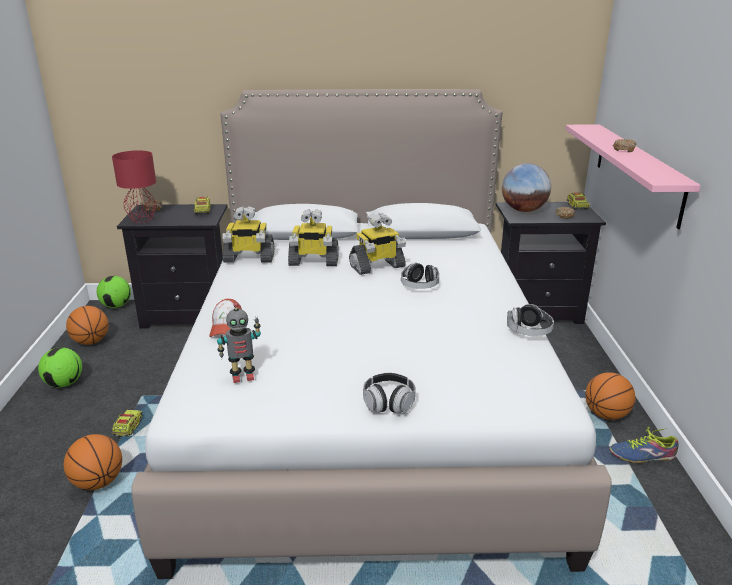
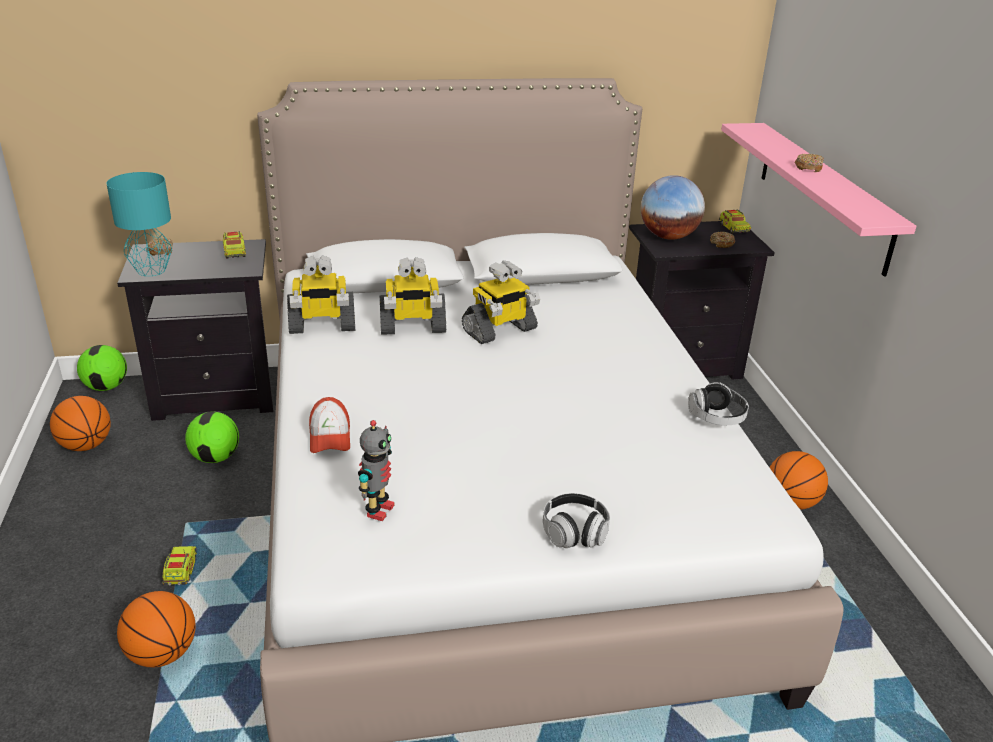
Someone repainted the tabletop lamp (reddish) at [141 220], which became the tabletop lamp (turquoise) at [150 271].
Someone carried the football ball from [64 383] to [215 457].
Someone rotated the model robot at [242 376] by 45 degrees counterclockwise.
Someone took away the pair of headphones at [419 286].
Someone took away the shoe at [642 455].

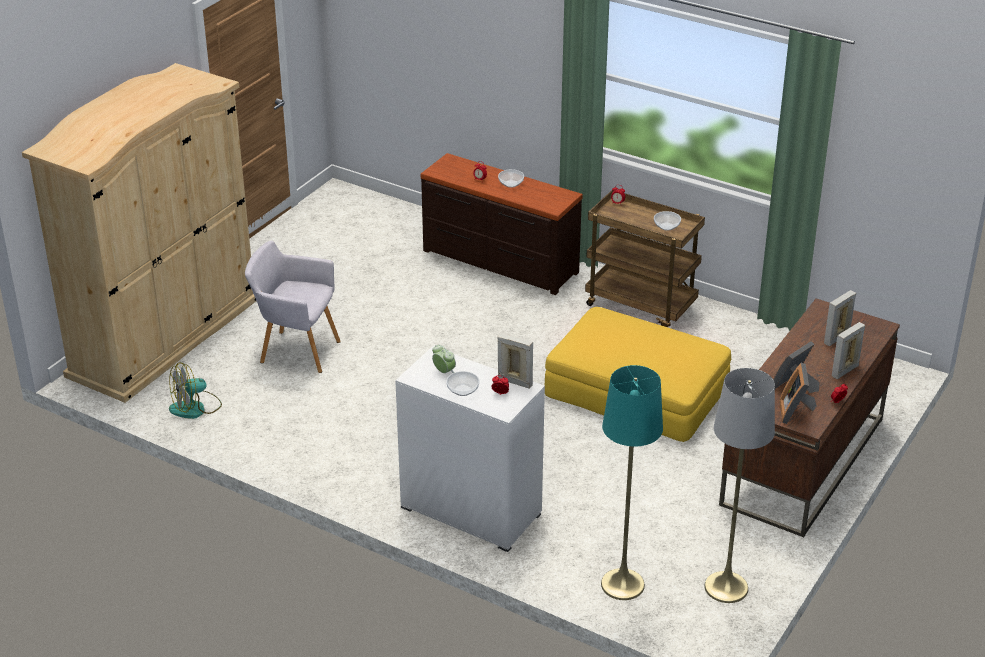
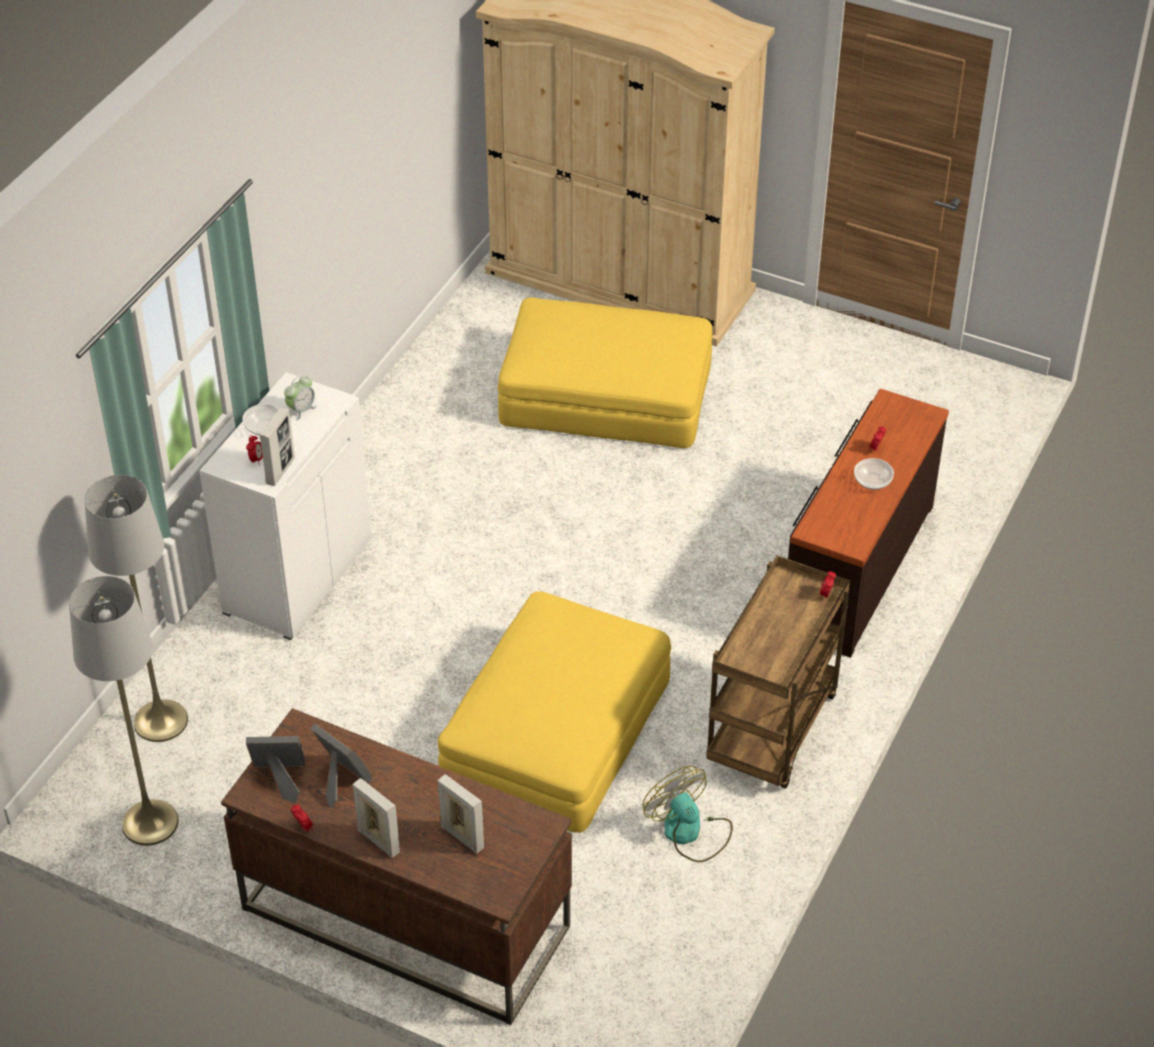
Someone repainted the standard lamp (turquoise) at [622 584], which became the standard lamp (grey) at [160 721].
Someone swapped the armchair (grey) at [296 350] for the pouffe (yellowish) at [606 392].
Someone carried the electric fan from [195 408] to [689 832].
Someone took away the serving bowl at [666 226].

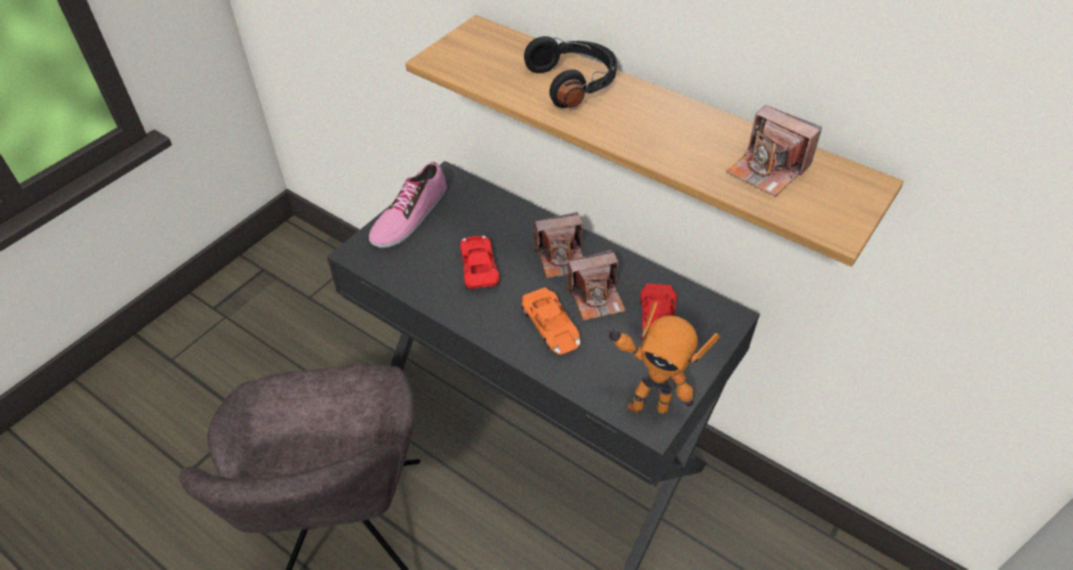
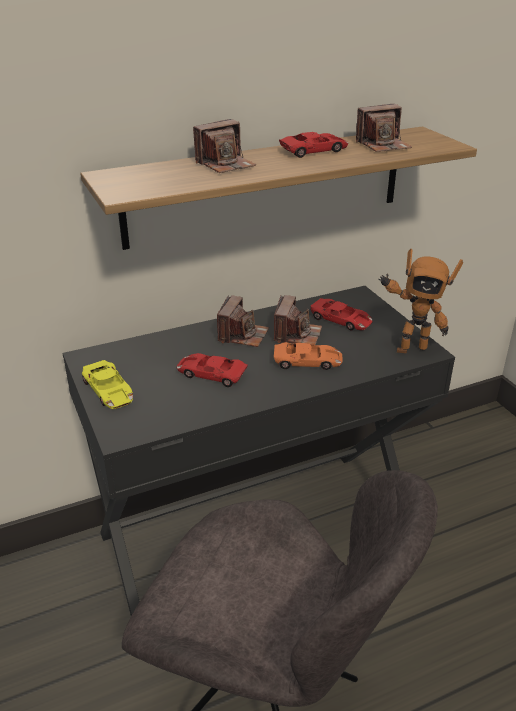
Someone swapped the shoe at [409 216] for the model car (yellowish) at [109 391].
Someone swapped the pair of headphones (black-coloured) at [574 83] for the photo camera at [225 164].
Someone put down the model car (reddish) at [314 150].
Someone rotated the model robot at [647 404] by 45 degrees clockwise.

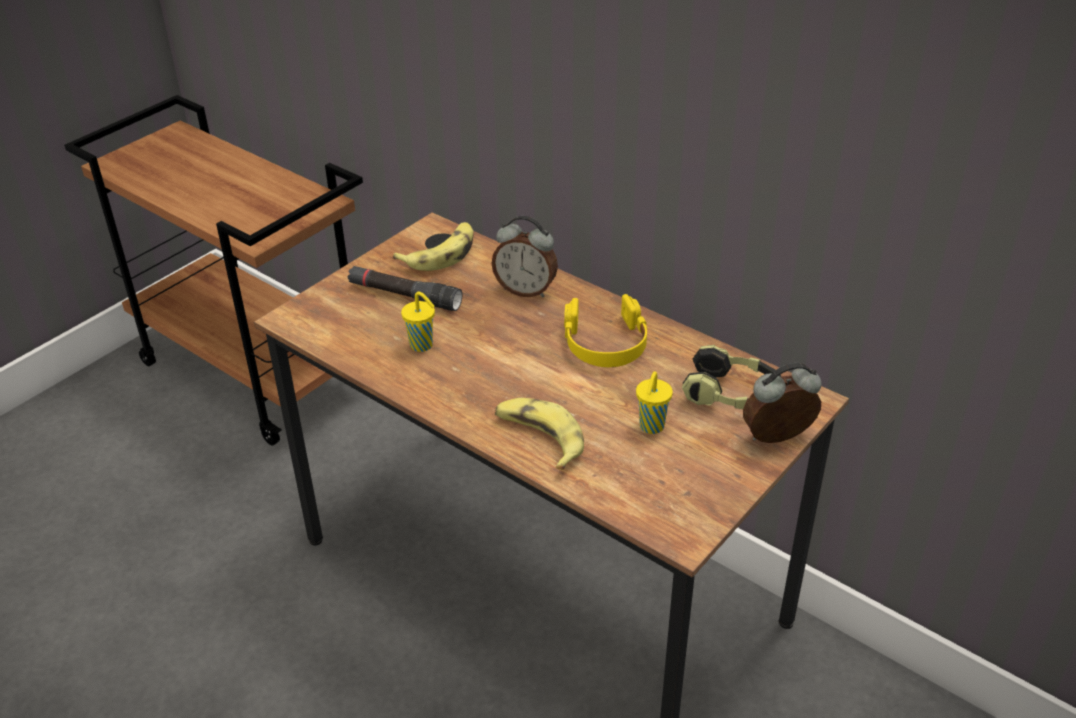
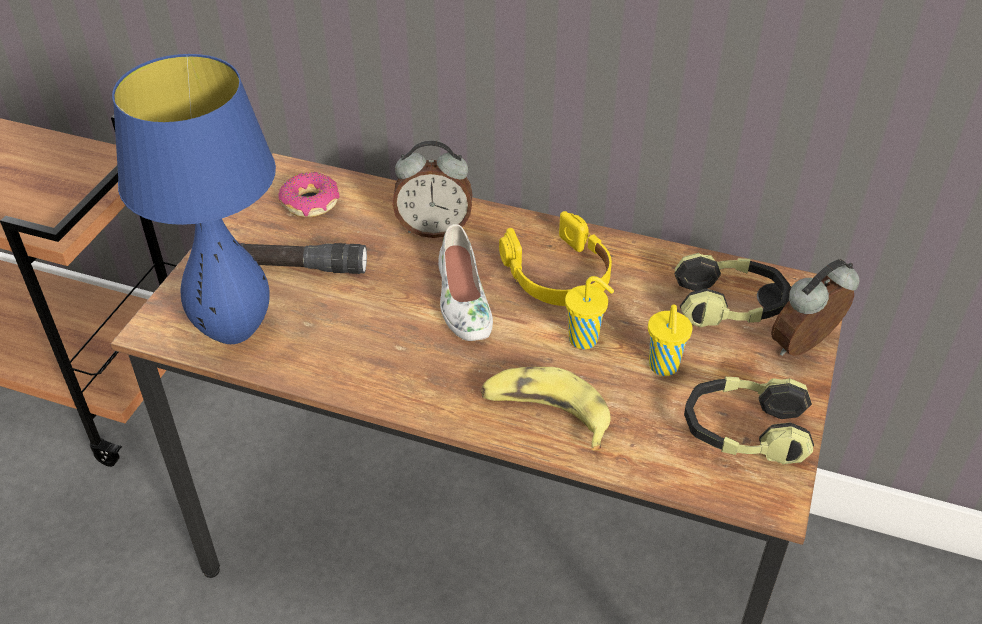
Someone put down the tabletop lamp (blue) at [234 330].
Someone swapped the banana at [441 254] for the doughnut at [310 204].
Someone put down the shoe (white) at [462 300].
Someone carried the cup (yellowish) from [422 345] to [585 339].
Someone put down the pair of headphones at [744 433].

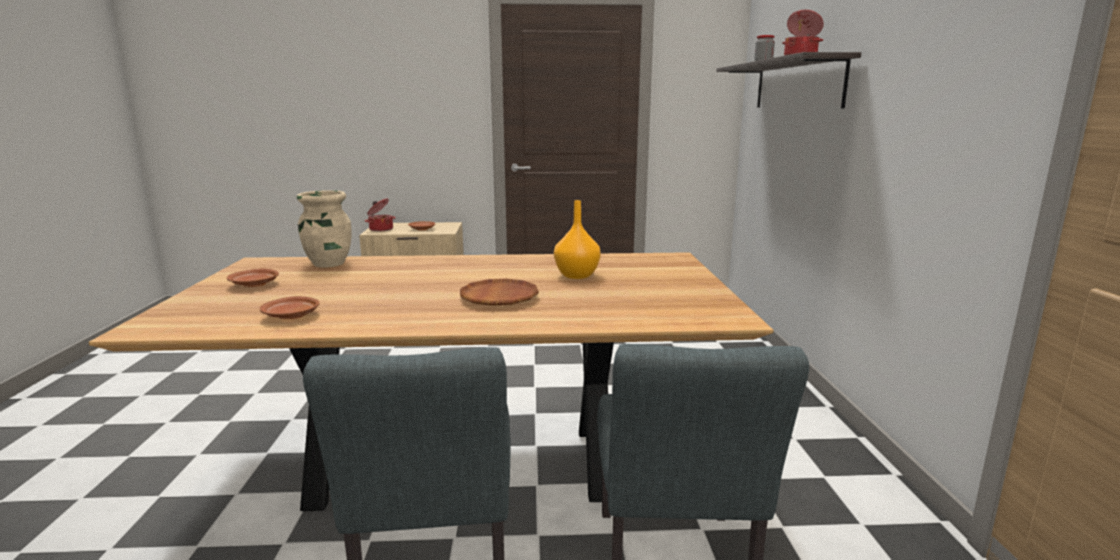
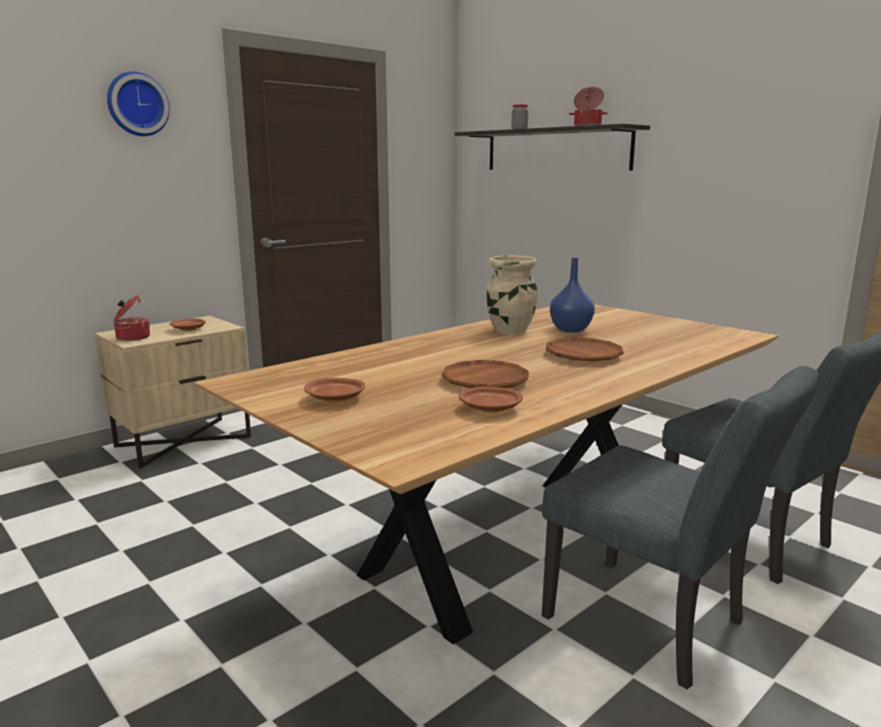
Someone put up the wall clock at [136 104].
Someone put down the dinner plate (brownish) at [485 381].
Someone carried the vase (sand-coloured) from [328 263] to [509 331].
Someone repainted the vase (orange-coloured) at [575 275], which became the vase (blue) at [570 330].

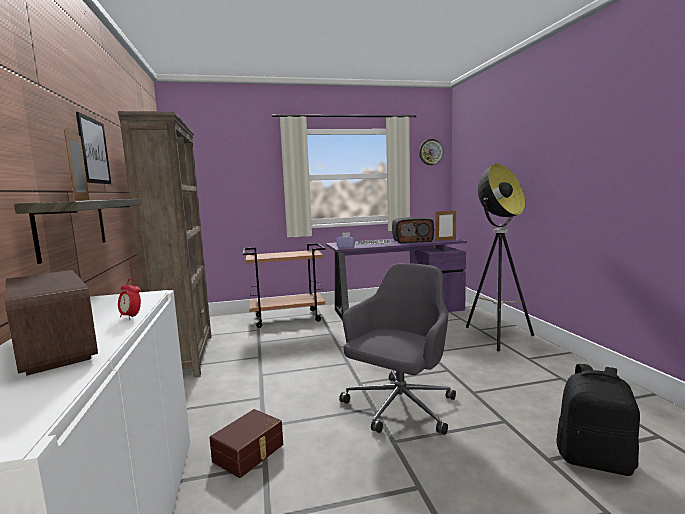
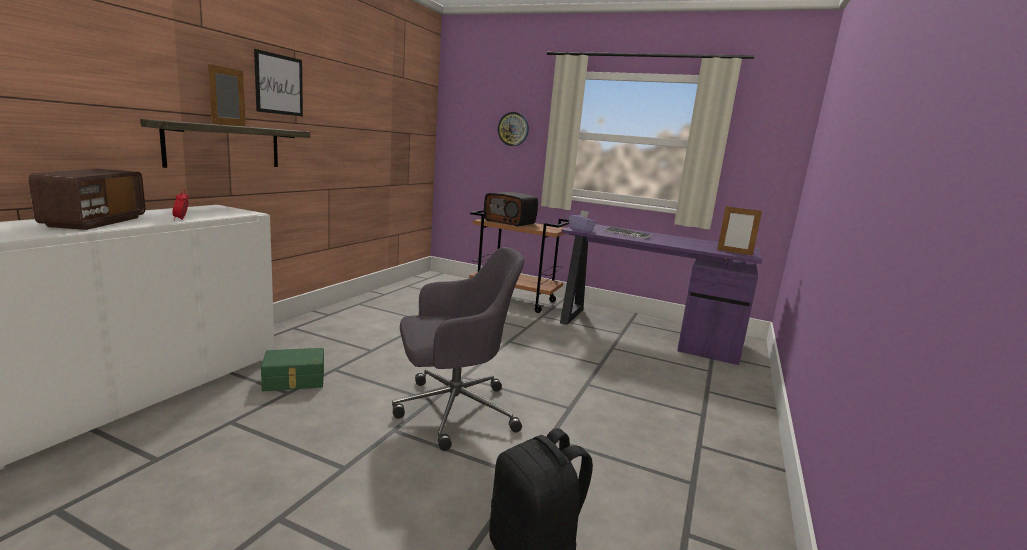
Someone repainted the storage box (brownish) at [249 453], which became the storage box (green-coloured) at [294 381].
Someone carried the radio from [412 241] to [510 222].
Someone carried the wall clock from [430 152] to [513 129].
Someone took away the bookcase (brownish) at [186 356].
Someone took away the standard lamp at [496 337].

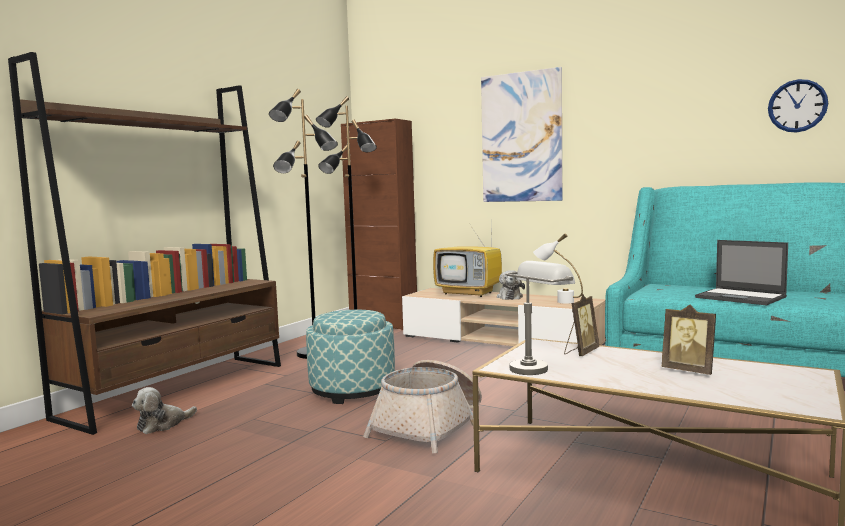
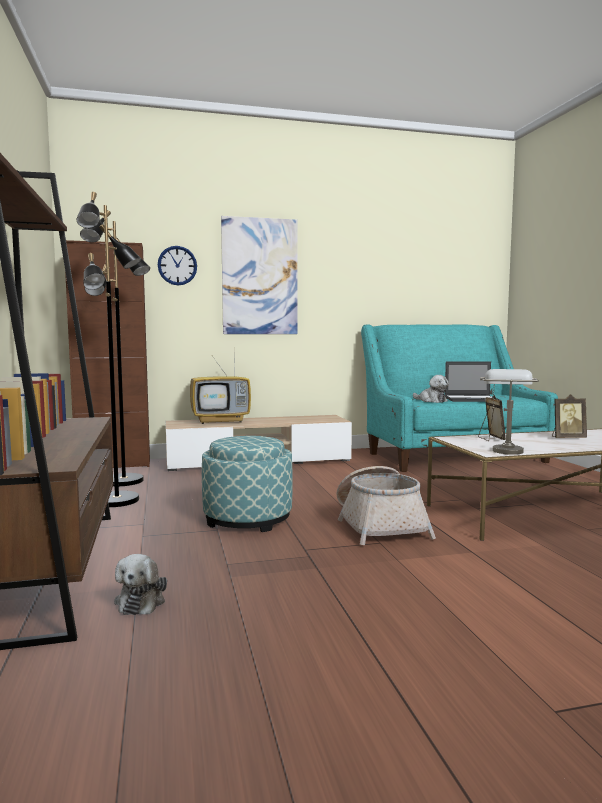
Someone carried the wall clock from [797 106] to [177 265].
Someone carried the soft toy from [509 297] to [431 401].
Someone took away the tabletop lamp (white) at [558 301].

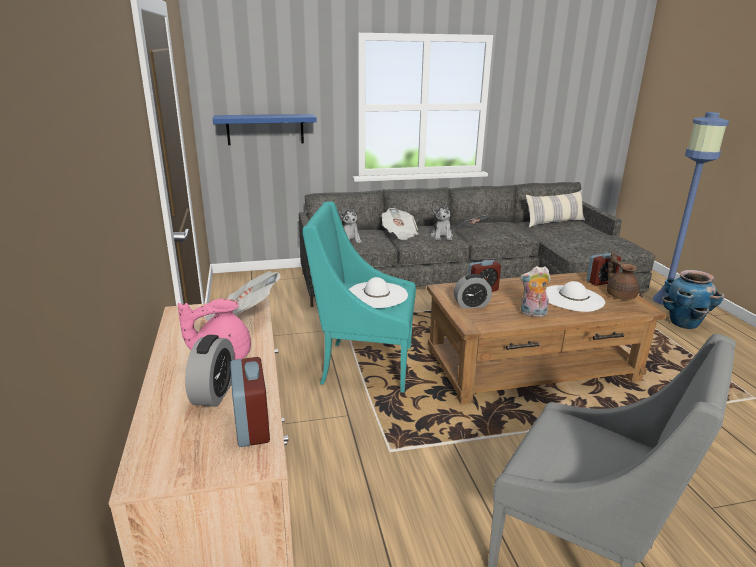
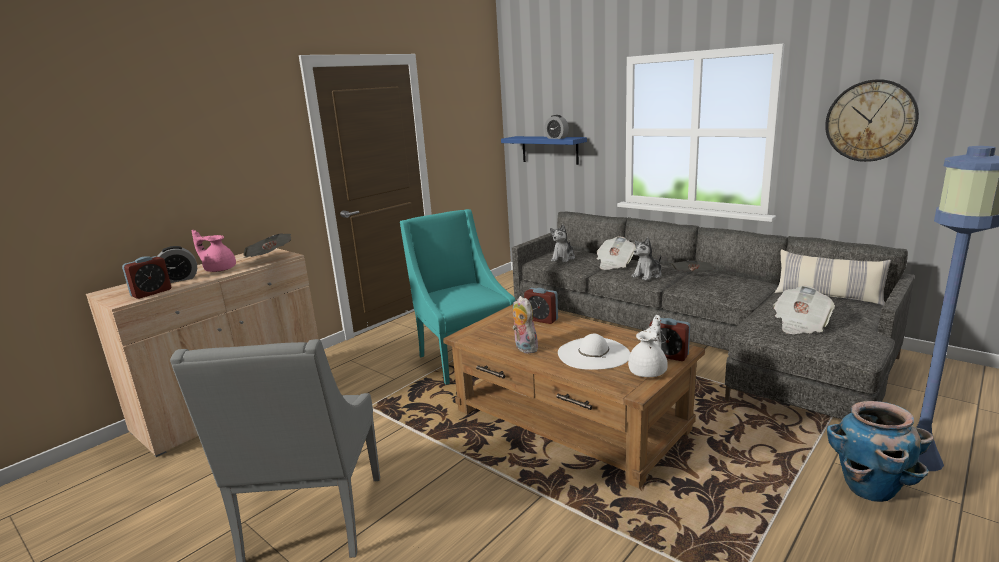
Someone carried the table clock from [471 305] to [556 138].
Someone repainted the pot for tea (brownish) at [620 295], which became the pot for tea (white) at [648 371].
Someone put down the printed paper at [800 324].
Someone put up the wall clock at [870 121].
Someone took away the clothing hat (white) at [377 295].

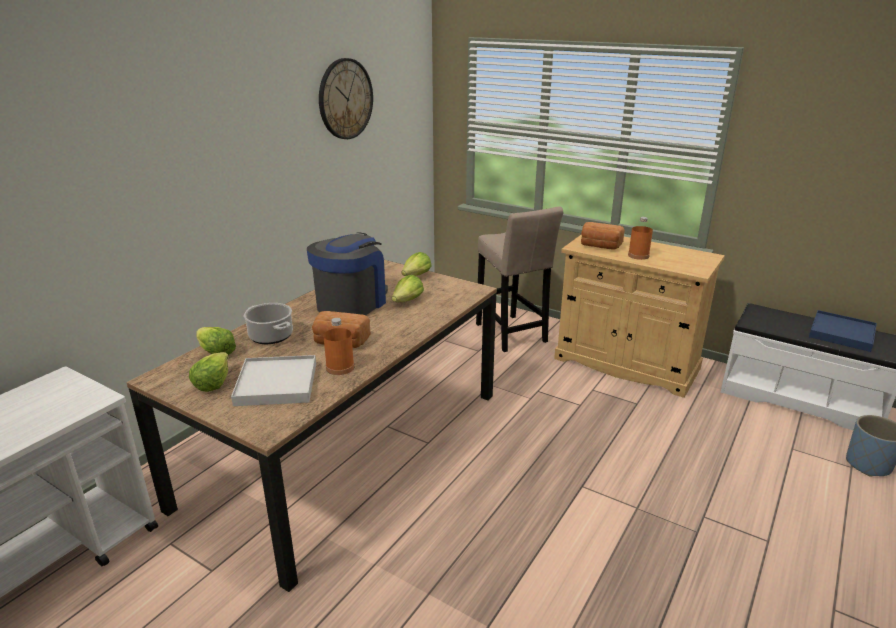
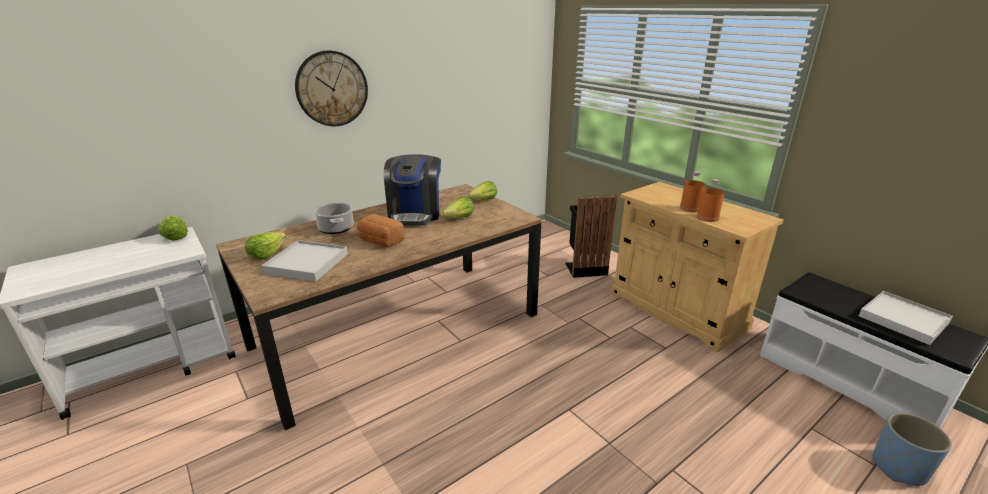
Someone carried the lettuce head from [216 352] to [175 236].
Someone carried the wall clock from [345 99] to [332 89].
Someone rotated the coffee brewer at [351 303] by 135 degrees clockwise.
Someone swapped the stool seat (sand-coloured) at [512 335] for the waste bin (black-coloured) at [585 267].
Someone carried the drink bottle (orange-coloured) from [340 367] to [707 217].
Someone repainted the serving tray (blue) at [842 333], which became the serving tray (white) at [903 319].
Someone took away the bakery bread at [600 246].

